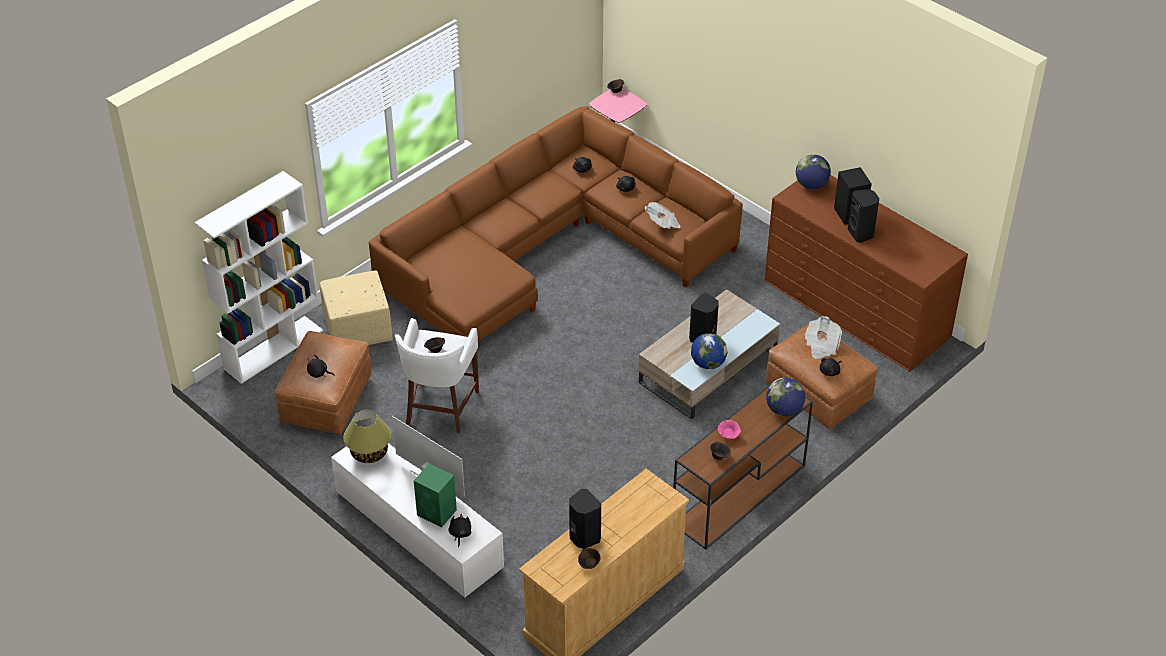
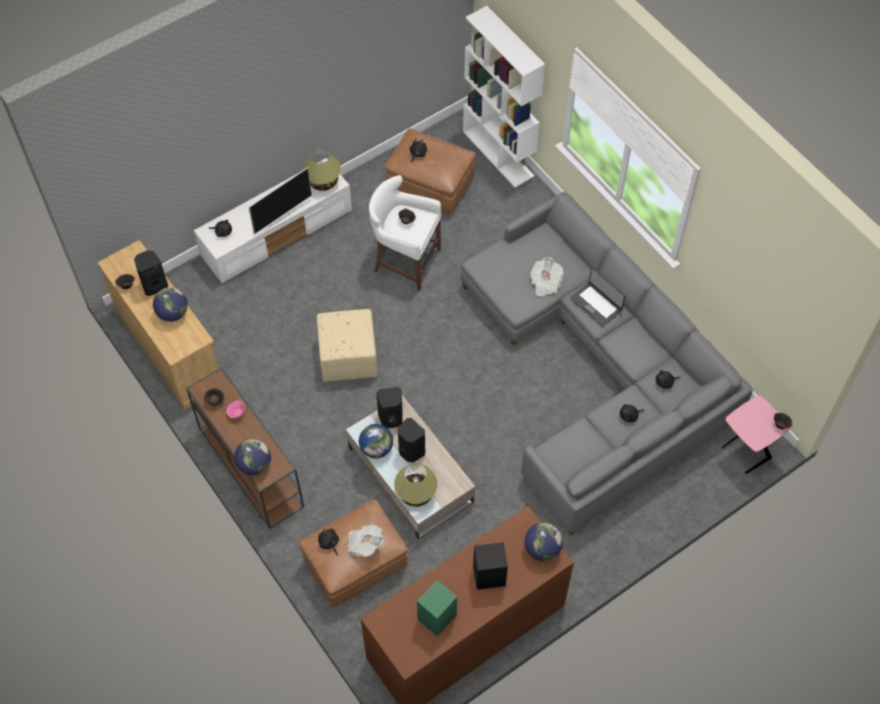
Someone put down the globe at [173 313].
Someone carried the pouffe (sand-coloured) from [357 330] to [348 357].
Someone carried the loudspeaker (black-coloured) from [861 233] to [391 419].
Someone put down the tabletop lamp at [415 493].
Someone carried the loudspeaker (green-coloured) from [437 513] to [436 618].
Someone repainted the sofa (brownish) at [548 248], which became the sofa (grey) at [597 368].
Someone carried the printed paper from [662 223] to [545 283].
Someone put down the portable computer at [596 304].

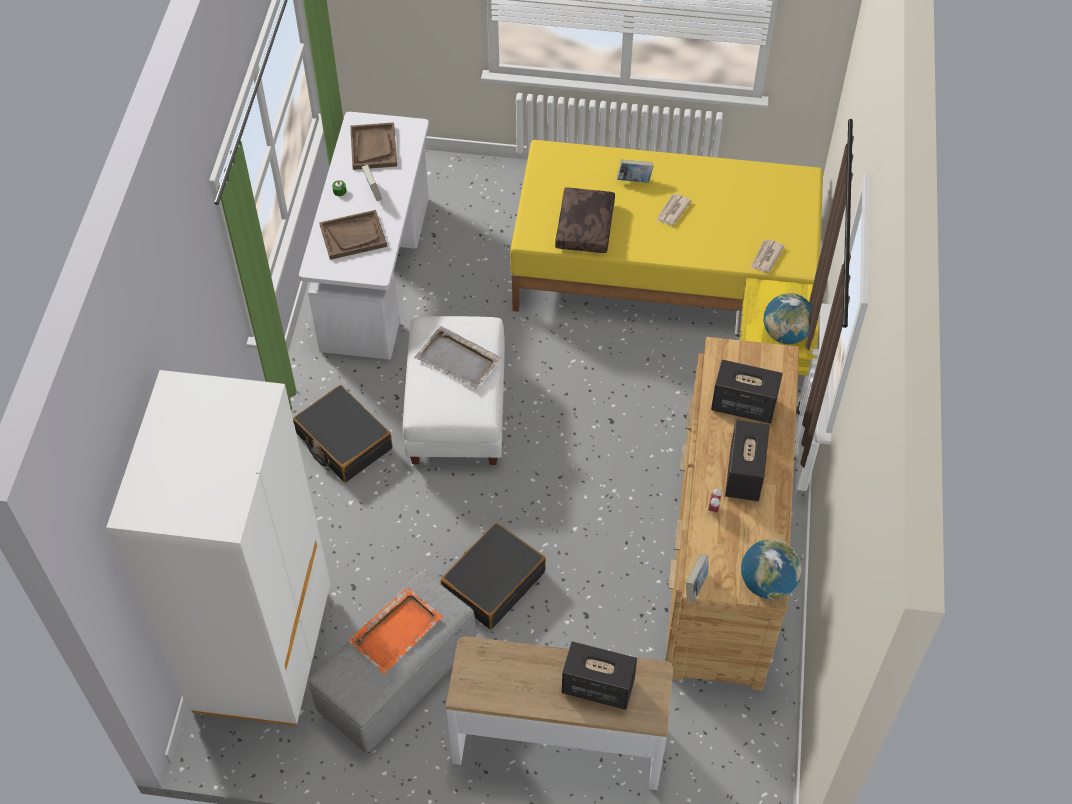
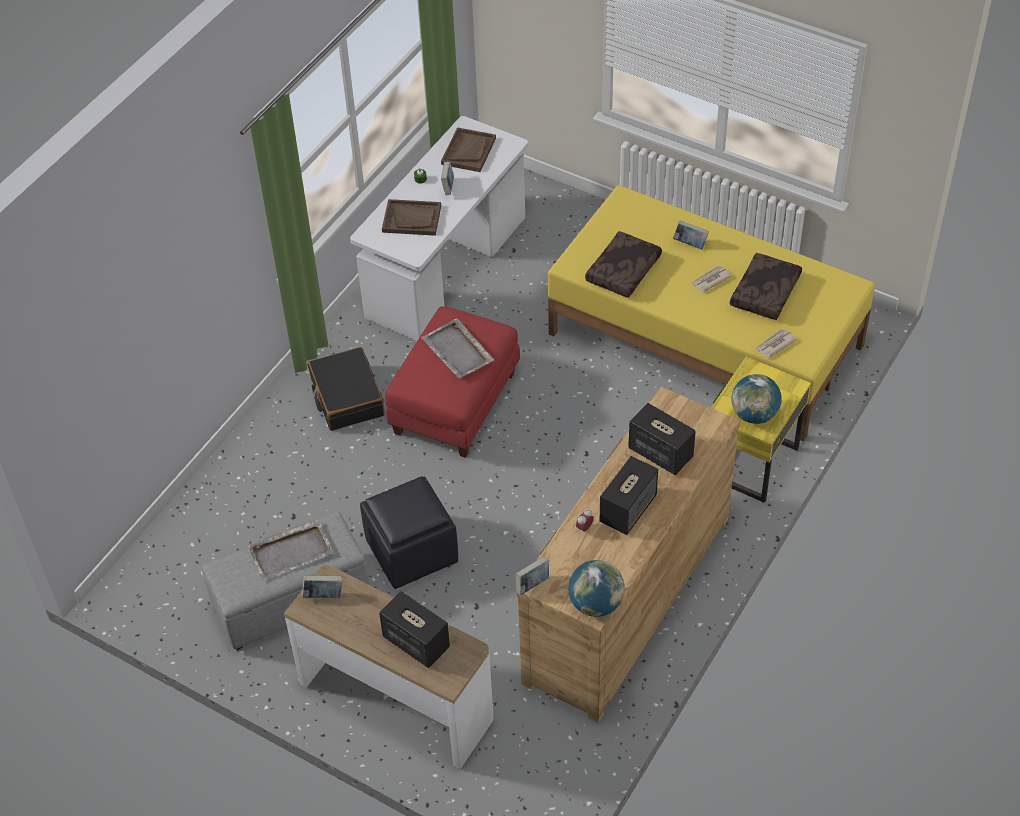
Someone repainted the serving tray (orange-coloured) at [397 630], which became the serving tray (grey) at [292 551].
Someone put down the volume at [323 595].
Someone swapped the suitcase (black-coloured) at [493 582] for the pouffe (black-coloured) at [411 552].
Someone repainted the pouffe (white) at [456 411], which became the pouffe (reddish) at [454 402].
Someone put down the cushion (brownish) at [766 293].
Someone took away the armoire (white) at [263 651].

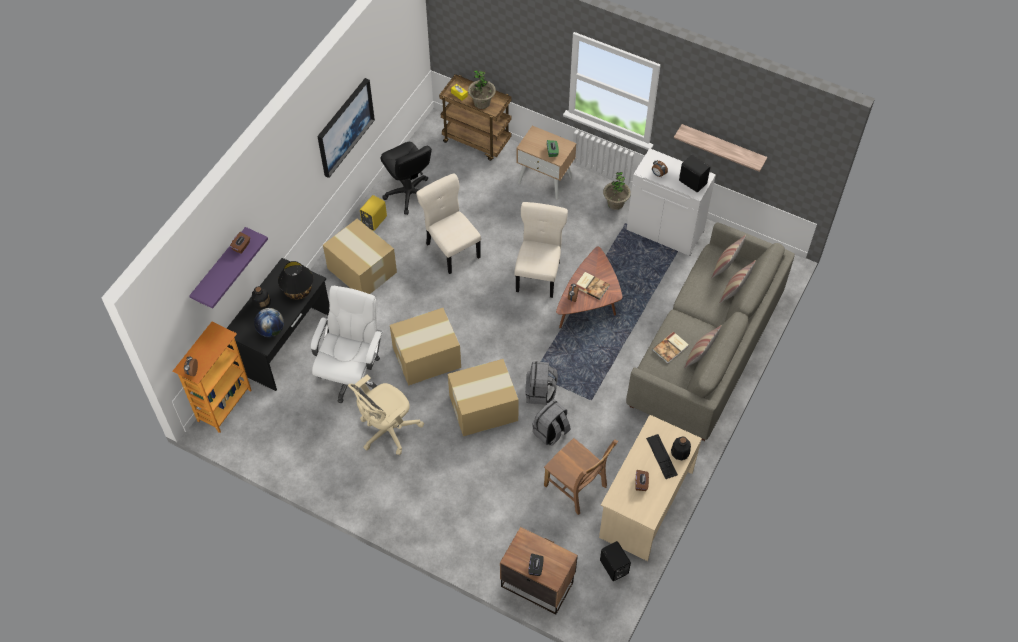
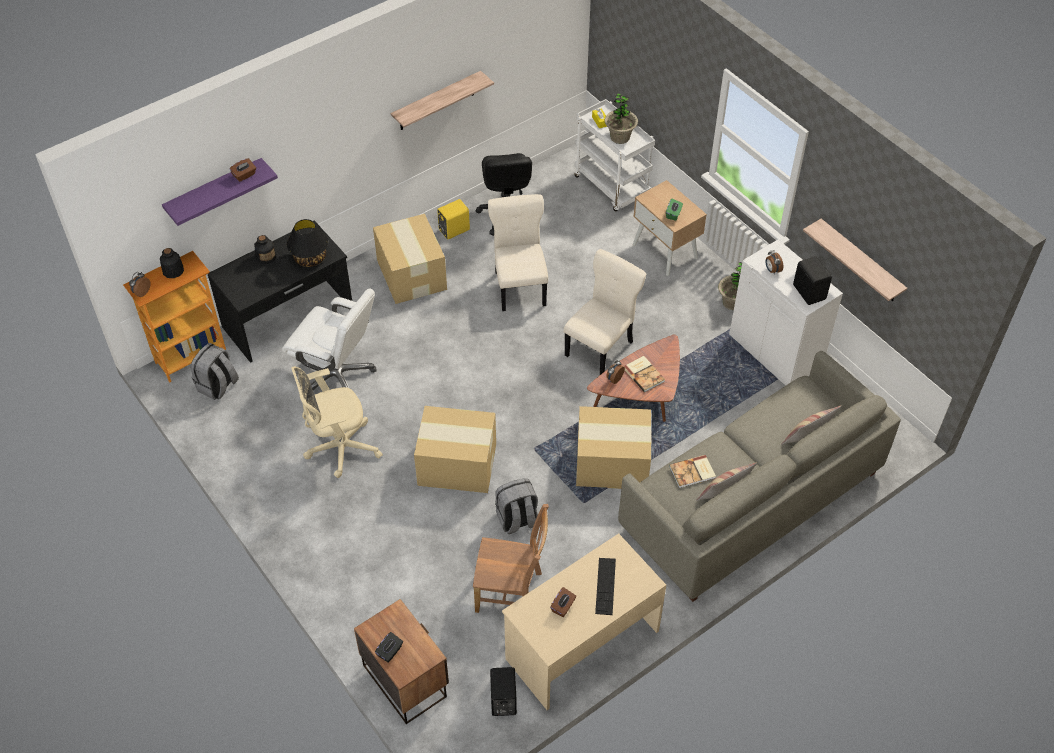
Someone carried the drink bottle from [680 452] to [173 271].
Someone carried the rucksack (grey) from [540 392] to [218 386].
Someone rotated the computer chair (white) at [351 374] by 75 degrees clockwise.
Someone swapped the wall picture at [344 127] for the shelf at [436 101].
Someone rotated the plain chair (brownish) at [577 488] by 60 degrees counterclockwise.
Someone repainted the wheeled cart (brownish) at [477 141], which became the wheeled cart (white) at [612 187].
Someone carried the packing box from [425 357] to [611 462].
Someone took away the globe at [271 330].
Someone took away the cushion at [725 267].

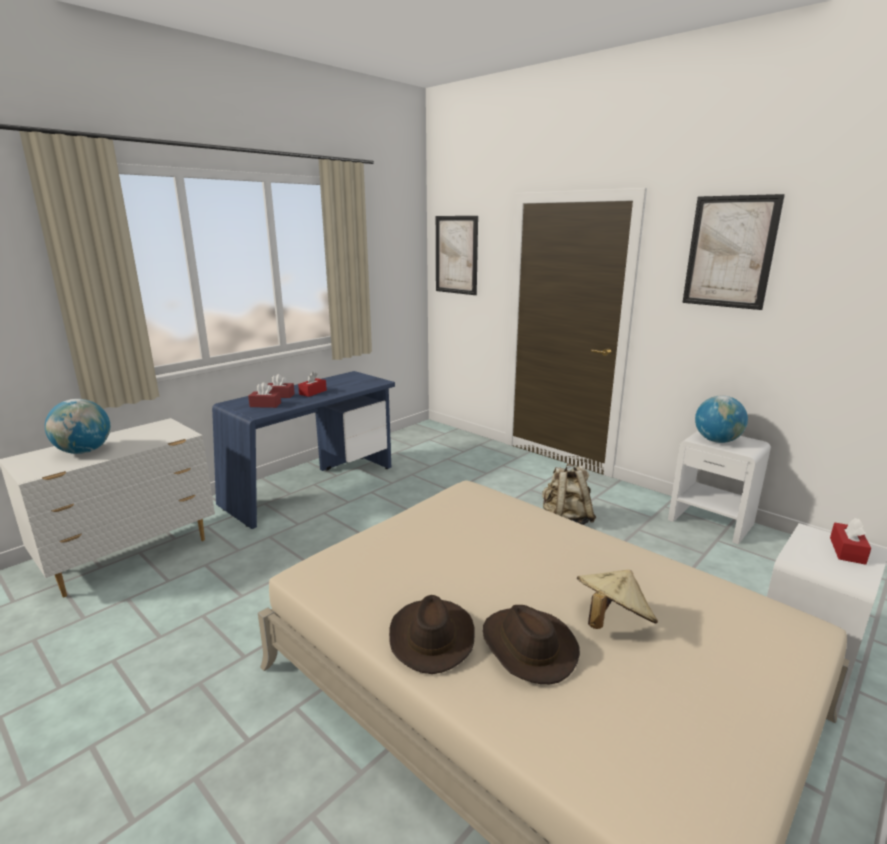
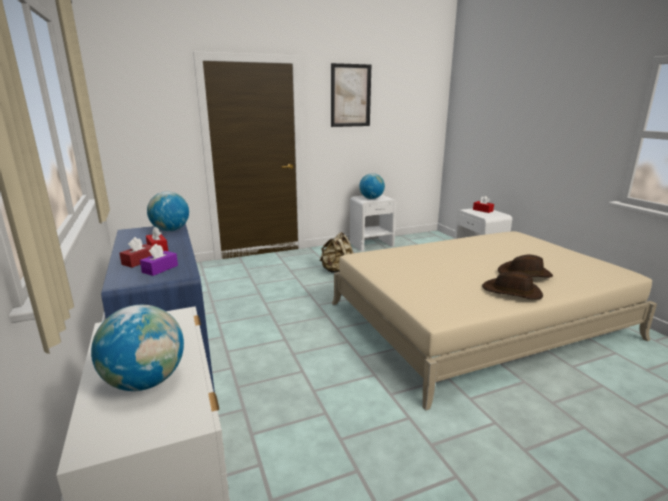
Someone repainted the tissue holder (reddish) at [265 405], which became the tissue holder (purple) at [160 269].
Someone put down the globe at [170 230].
Someone took away the wall picture at [456 255].
Someone took away the clothing hat (sand-coloured) at [612 621].

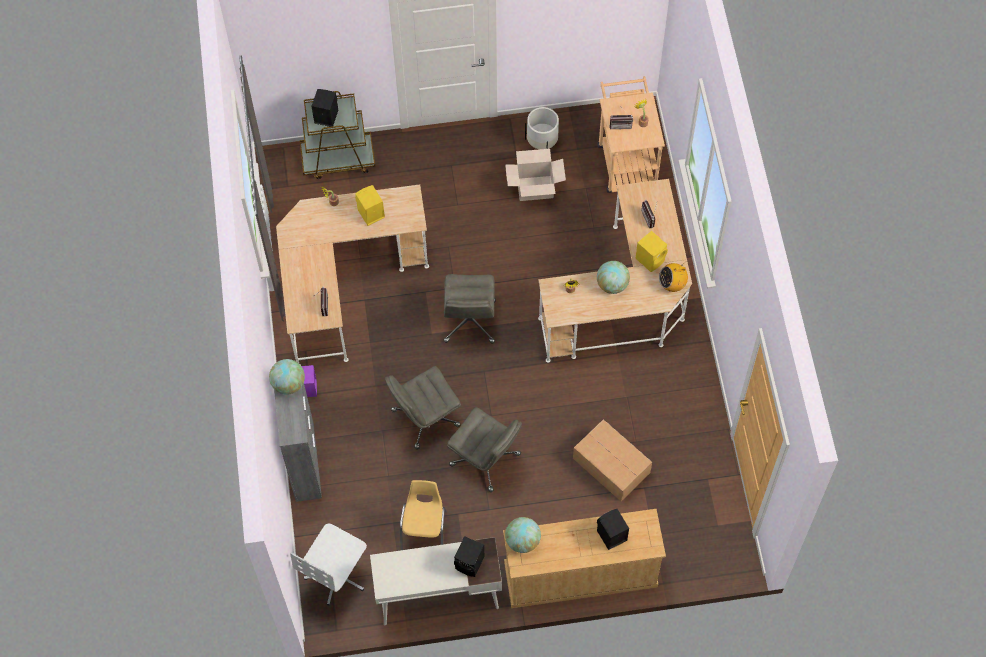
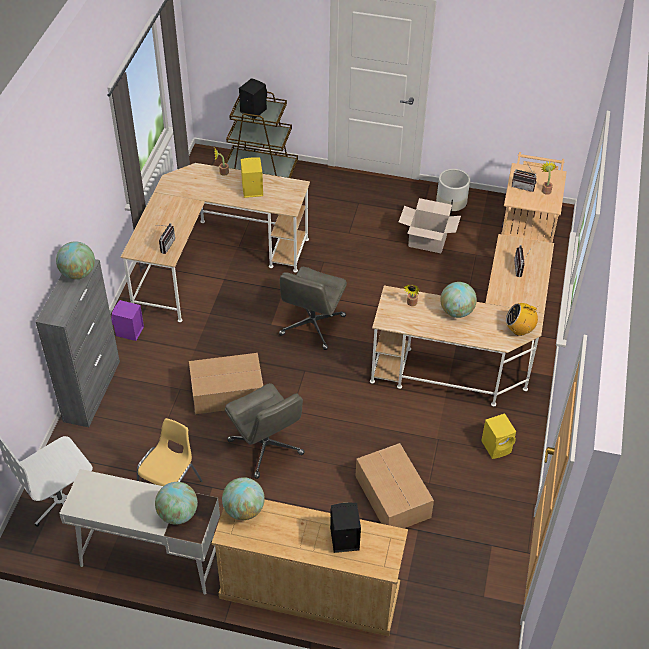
Someone swapped the loudspeaker (black-coloured) at [470 563] for the globe at [178 514].
Someone swapped the computer chair (grey) at [425 418] for the packing box at [226 392].
Someone carried the loudspeaker (yellowish) from [651 259] to [497 446].

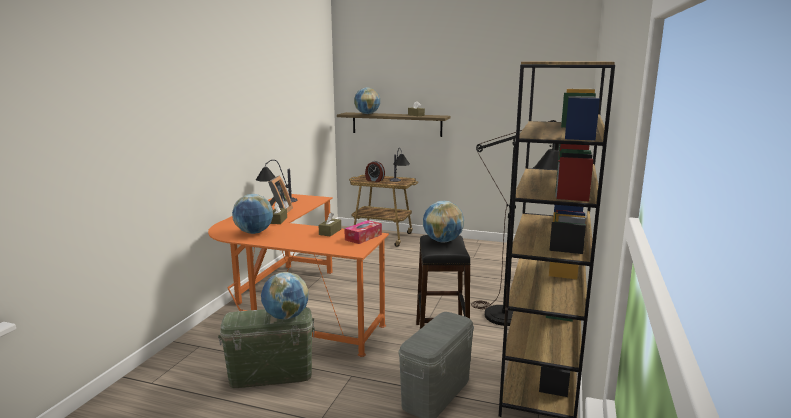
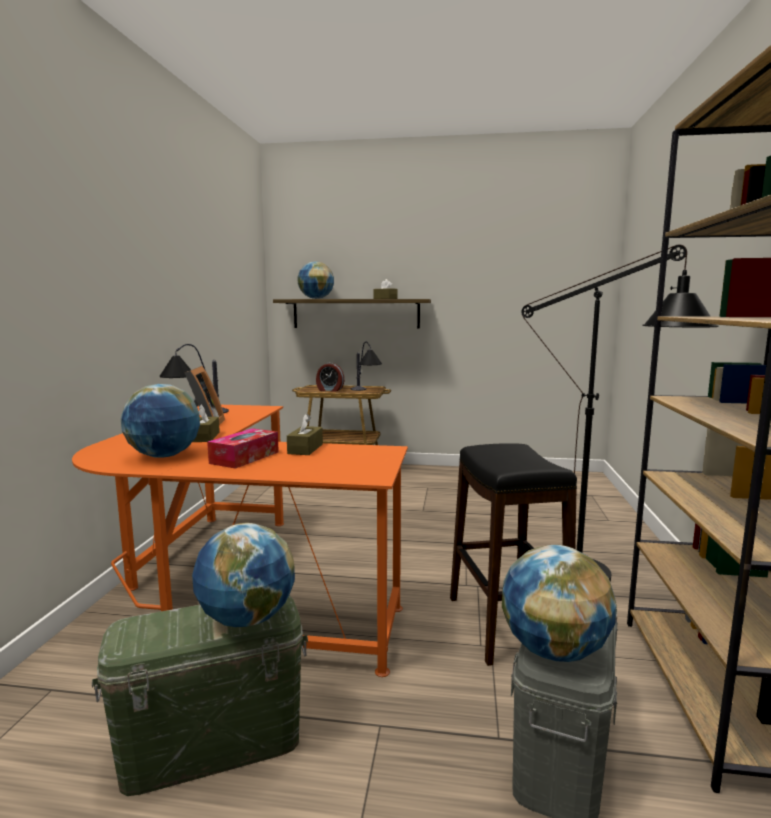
Someone carried the tissue holder from [363 237] to [245 457].
Someone carried the globe from [442 241] to [553 650].

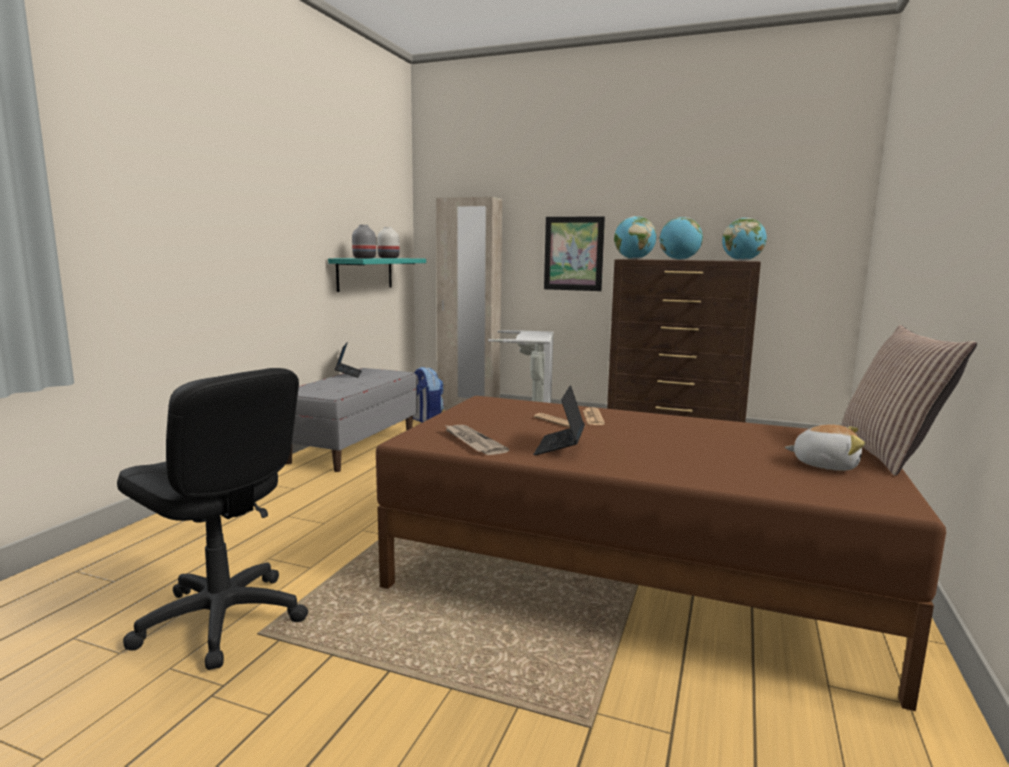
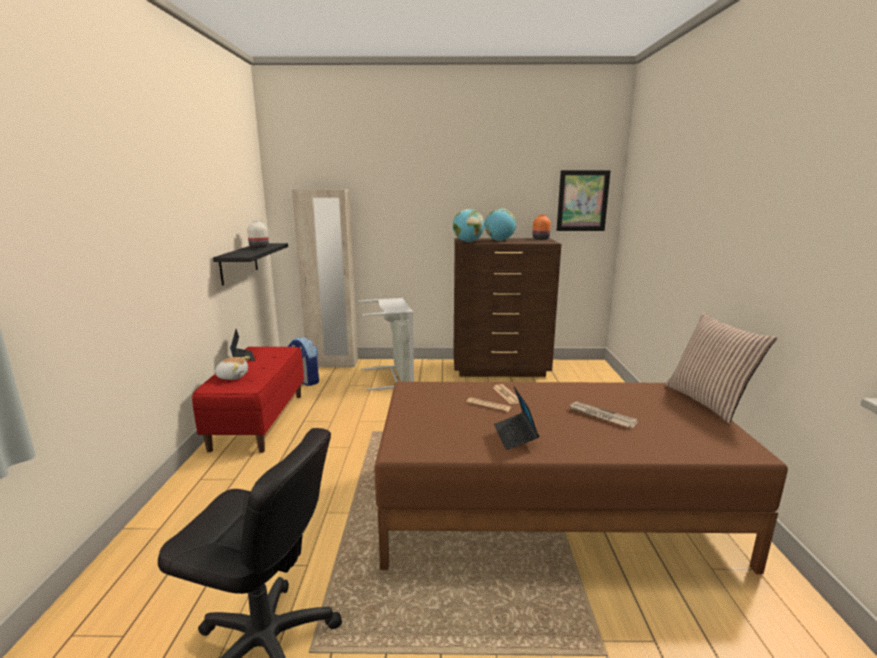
Someone repainted the bench (grey) at [353 446], which became the bench (reddish) at [259 420].
Someone repainted the shelf (turquoise) at [365 273], which became the shelf (black-coloured) at [239 263].
Someone carried the soft toy from [825 465] to [232 376].
Someone swapped the globe at [742 260] for the vase (orange-coloured) at [541 239].
Someone carried the wall picture from [573 253] to [582 201].
Someone carried the printed paper from [472 442] to [601 416].
Someone took away the vase (grey) at [364 258].

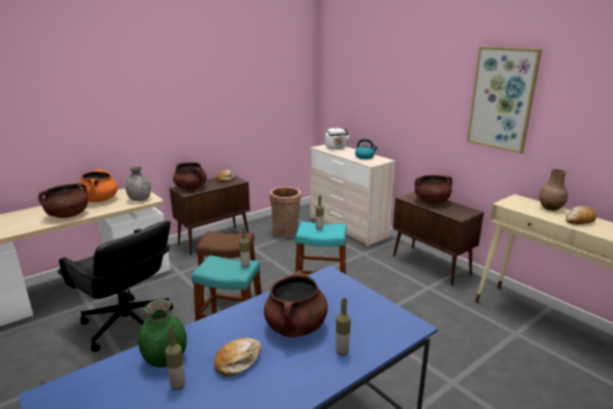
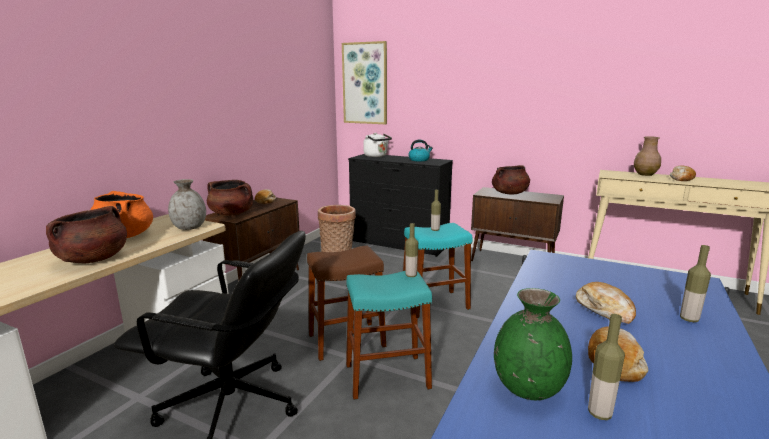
Someone carried the wall picture from [502 99] to [365 83].
Someone repainted the dresser (sand-coloured) at [347 227], which became the dresser (black-coloured) at [398 244].
Someone swapped the cooking pot (brownish) at [296 327] for the bakery bread at [604 309].

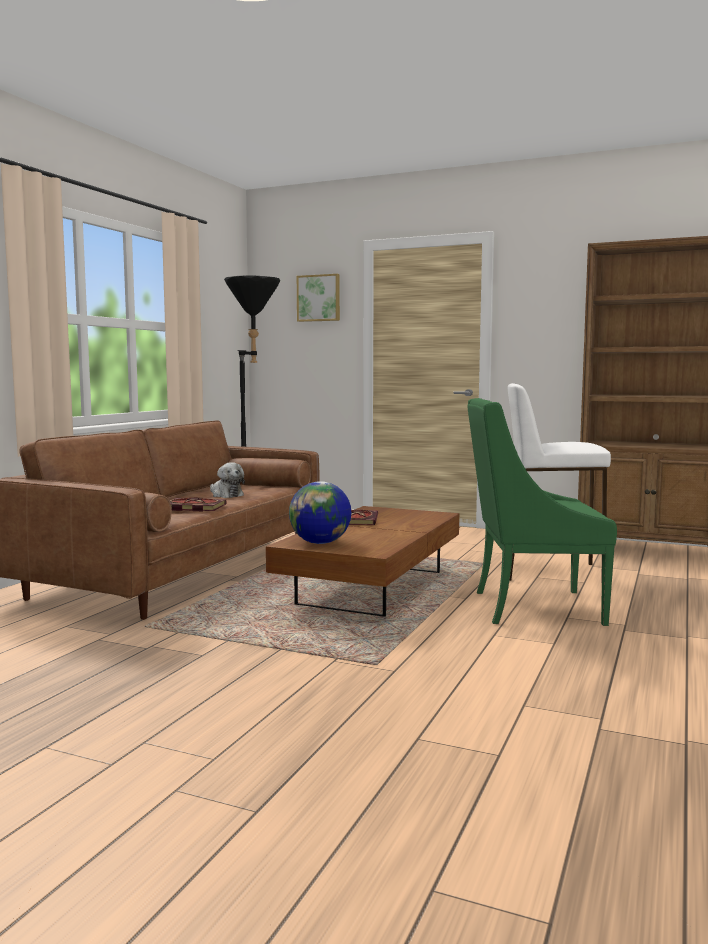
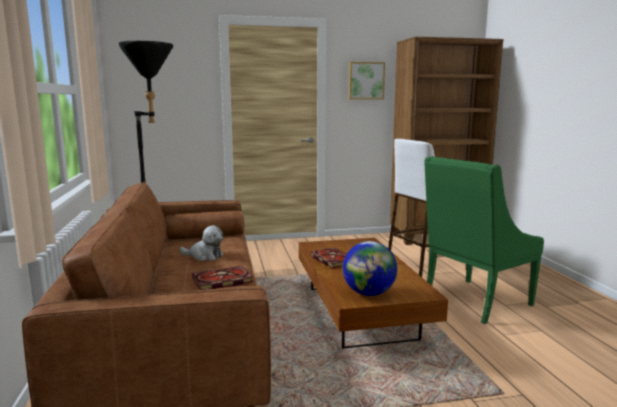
Someone carried the wall picture from [319 298] to [366 80].

